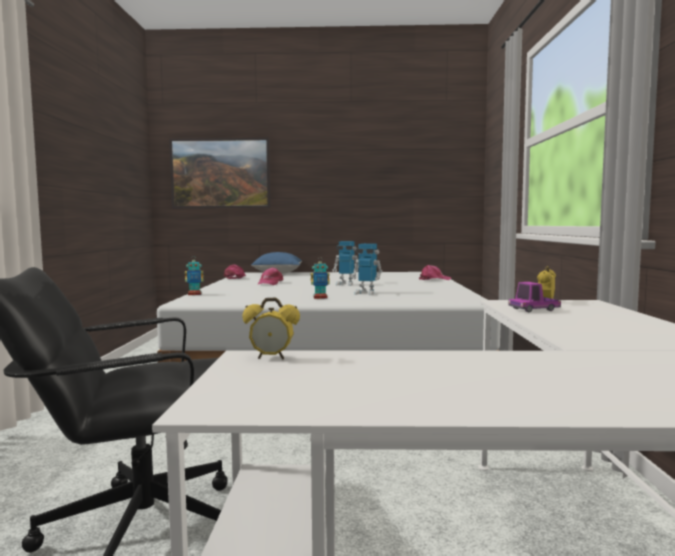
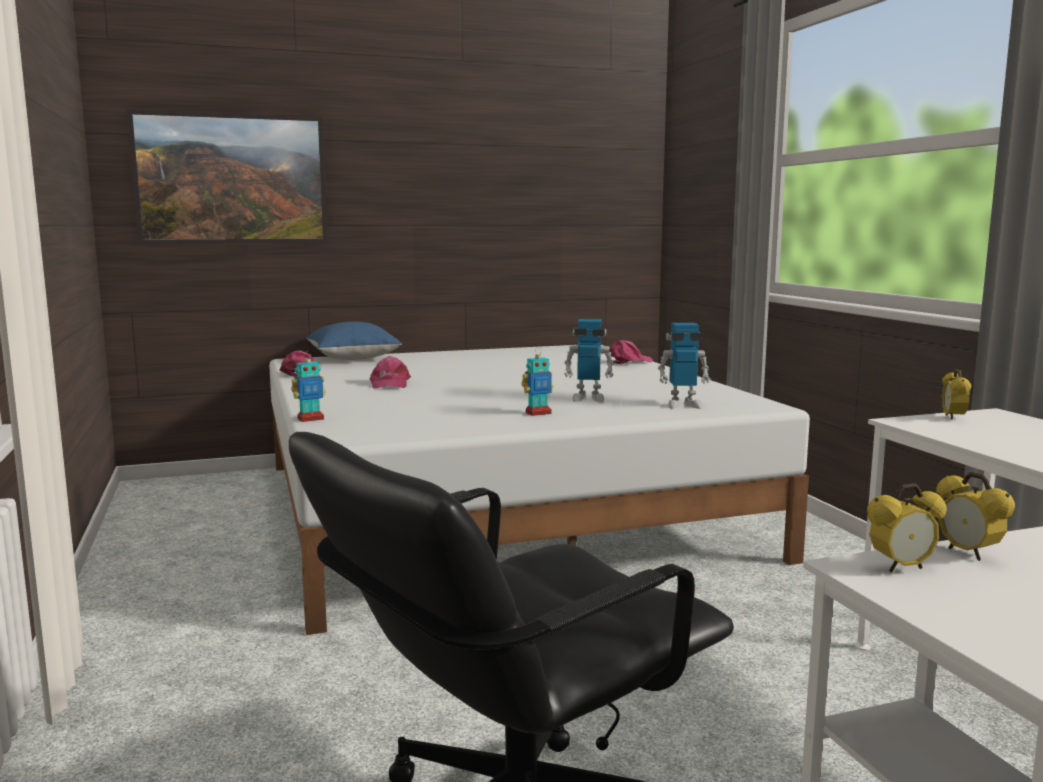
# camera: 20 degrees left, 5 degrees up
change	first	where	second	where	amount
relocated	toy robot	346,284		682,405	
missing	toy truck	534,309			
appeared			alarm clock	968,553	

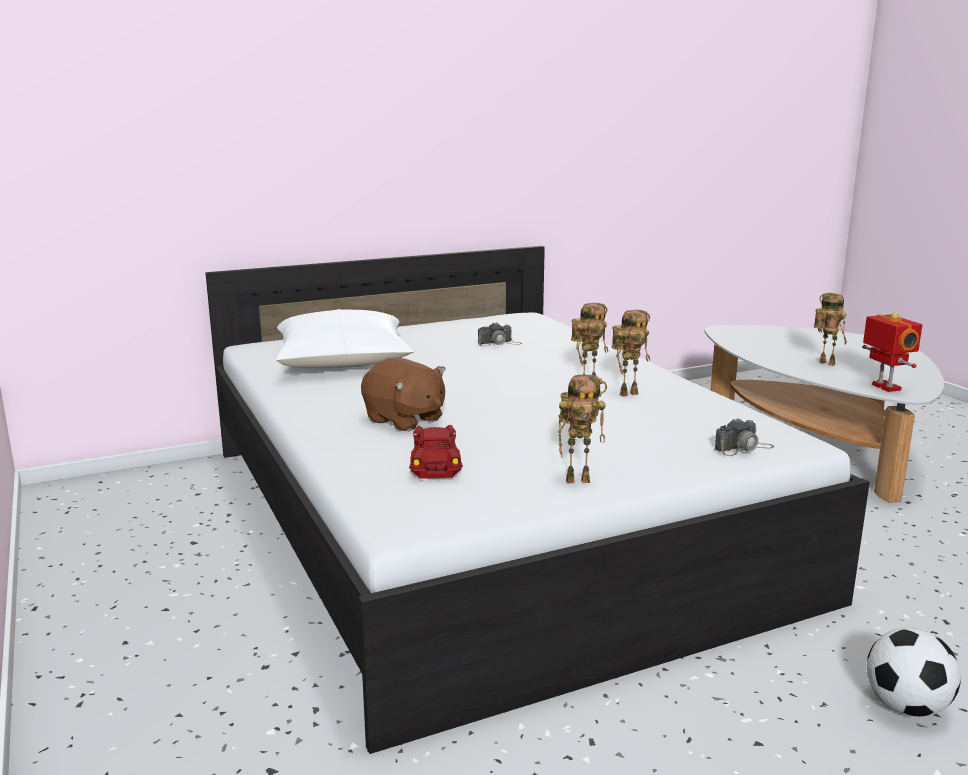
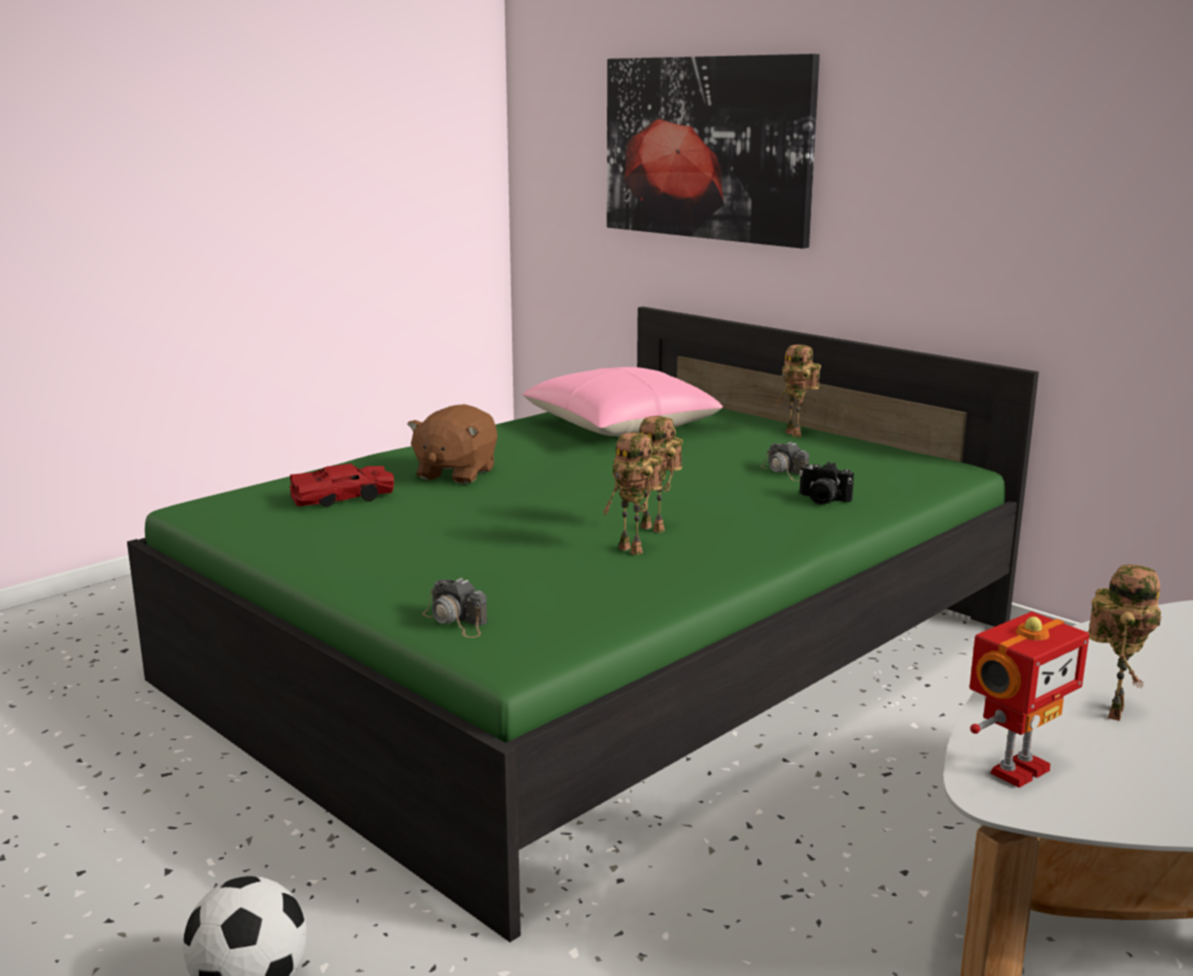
# camera: 70 degrees right, 0 degrees up
change	first	where	second	where	amount
colour	bed (white)	483,518	bed (green)	596,652	
colour	pillow (white)	343,360	pillow (pink)	621,426	
relocated	toy robot	579,480		796,434	
appeared			picture	706,148	
appeared			photo camera	822,500	

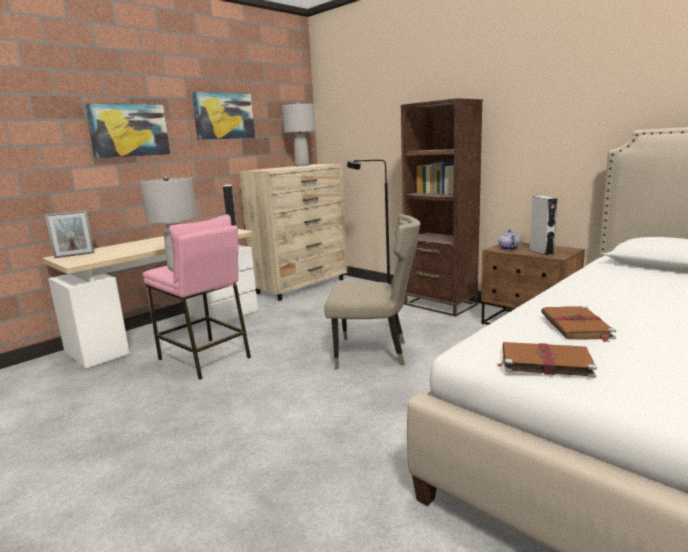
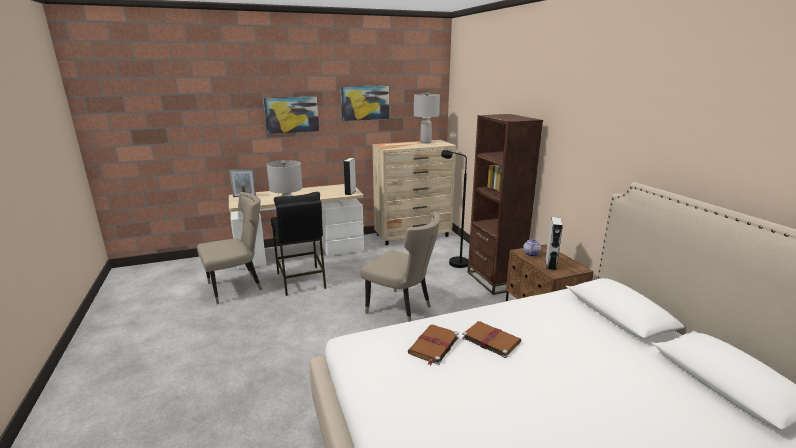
# camera: 25 degrees right, 5 degrees up
change	first	where	second	where	amount
colour	stool (pink)	205,358	stool (black)	301,280	
relocated	book (brown)	544,362		490,340	
appeared			chair (beige)	237,287	

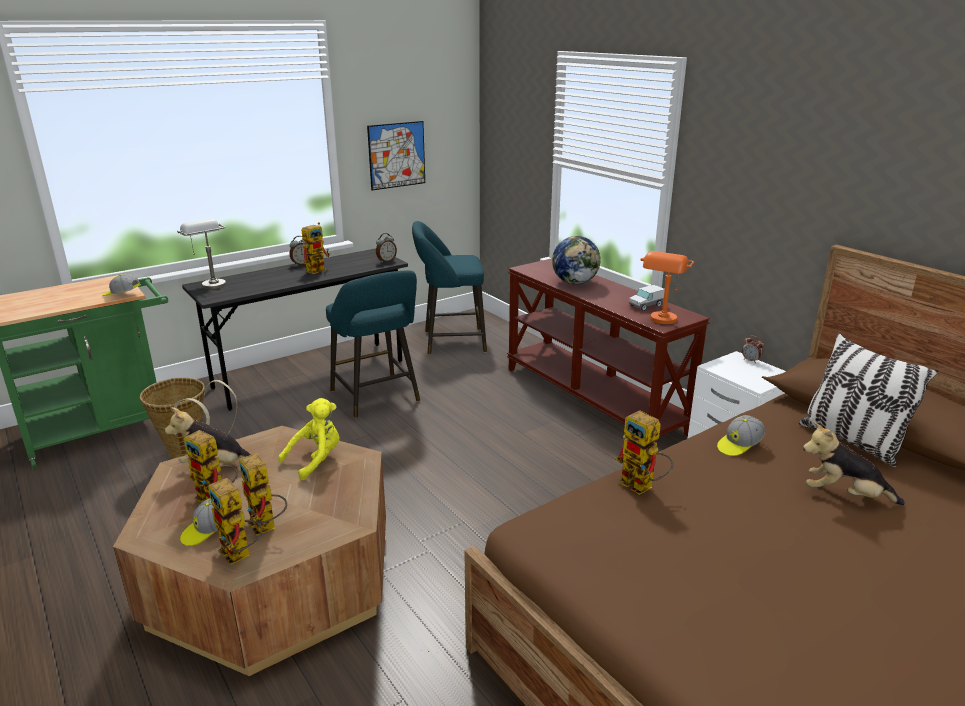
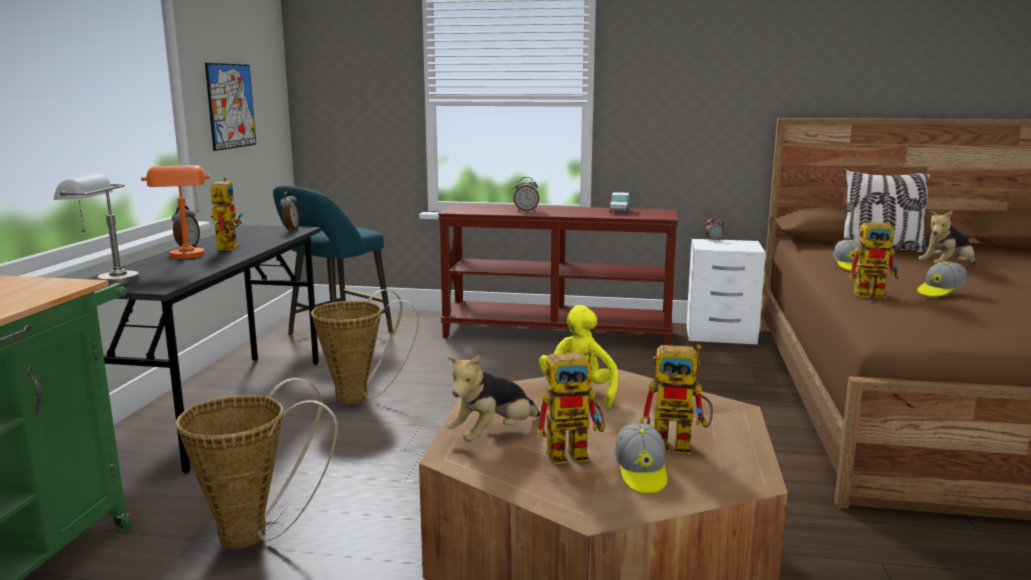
# camera: 45 degrees left, 10 degrees down
change	first	where	second	where	amount
relocated	cap	122,295		940,291	
missing	toy robot	240,555			
exchanged	stool (turquoise)	377,398	basket	360,397	
exchanged	globe	575,283	alarm clock	526,210	
relocated	table lamp (orange)	661,322		187,257	

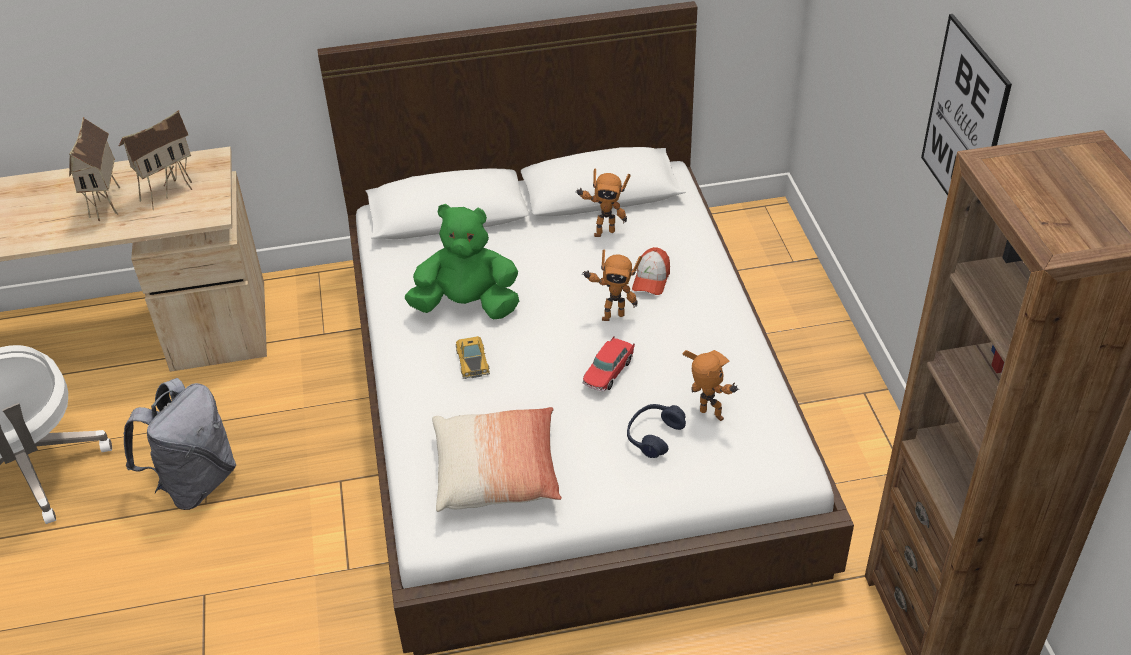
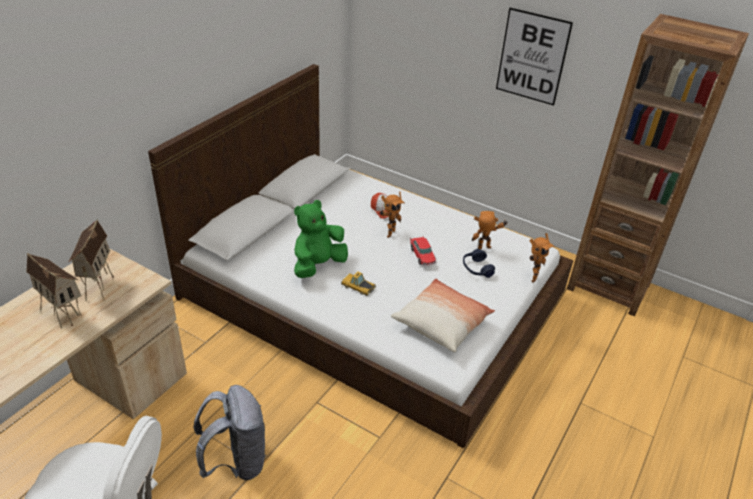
# camera: 50 degrees left, 5 degrees down
change	first	where	second	where	amount
relocated	toy robot	603,232		532,277	

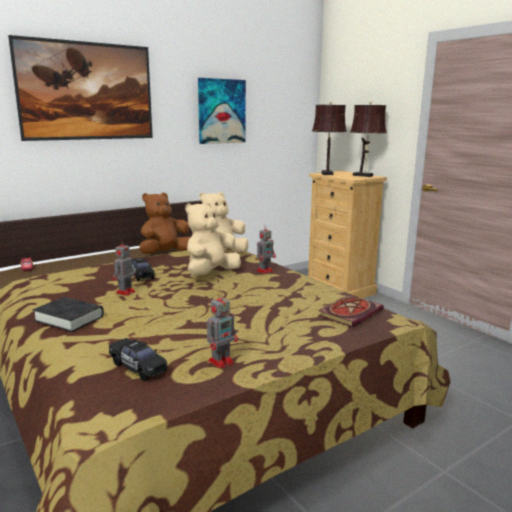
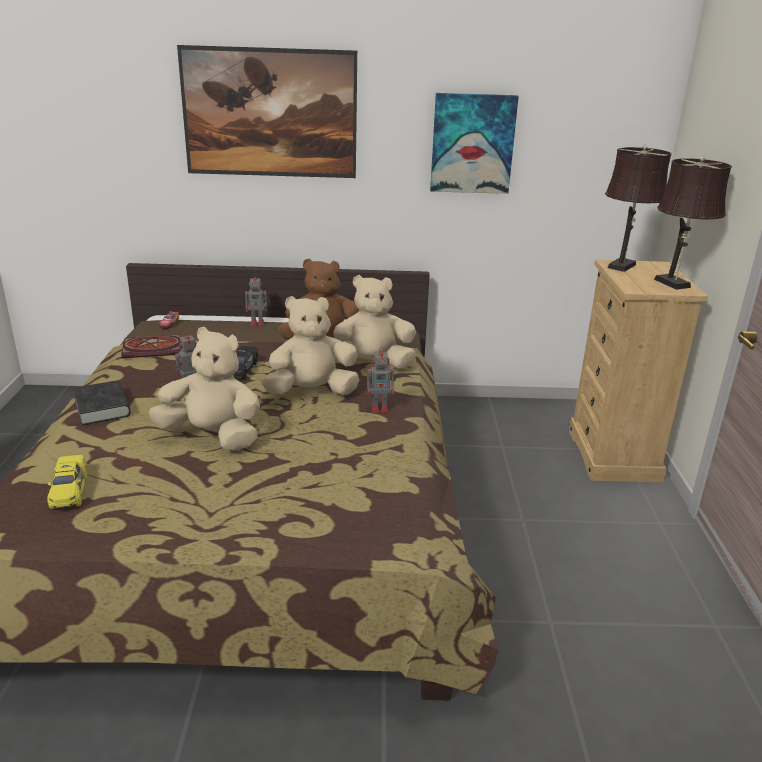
# camera: 35 degrees right, 10 degrees up
change	first	where	second	where	amount
colour	toy car (black)	138,367	toy car (yellow)	69,491	
relocated	toy robot	222,361		258,323	
relocated	book	350,312		154,348	
appeared			plush toy (beige)	212,436	

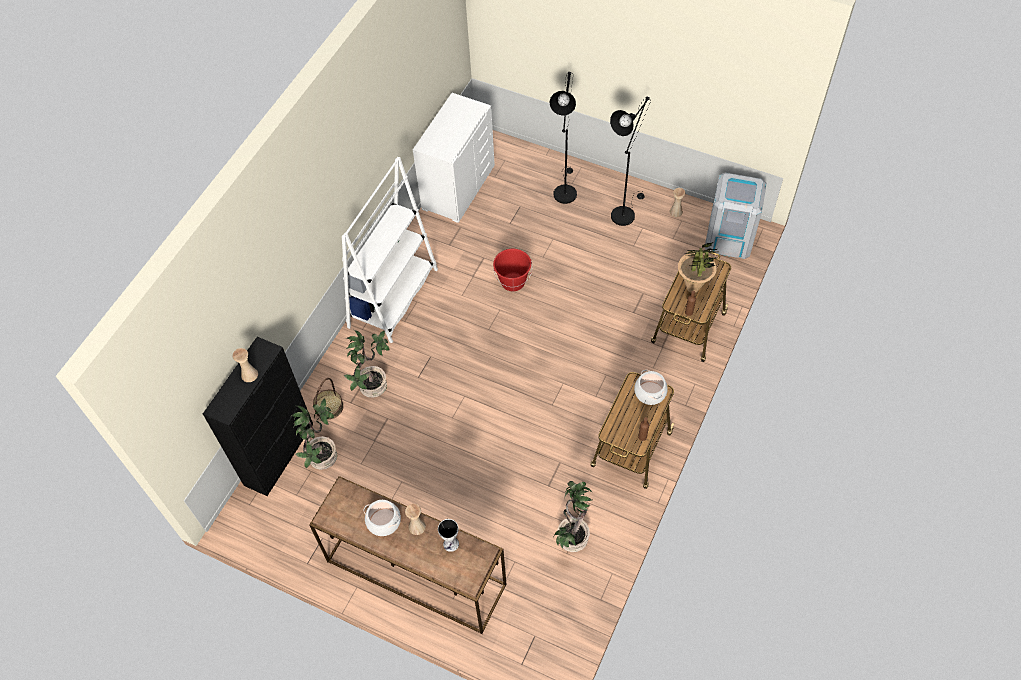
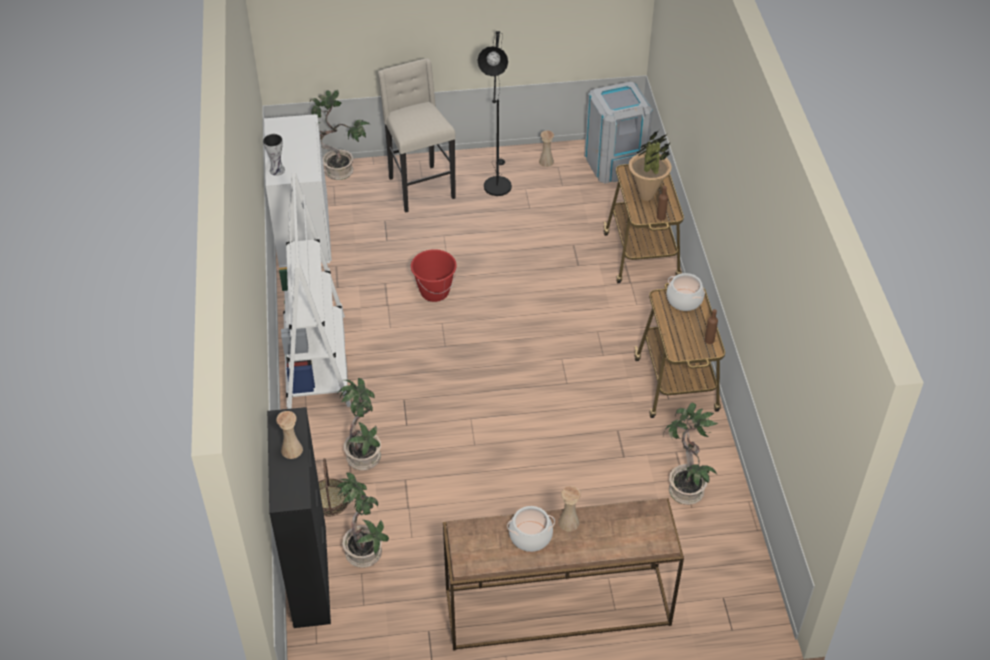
# camera: 35 degrees left, 10 degrees down
change	first	where	second	where	amount
relocated	vase	451,544		278,170	
exchanged	floor lamp (black)	564,190	stool (beige)	419,188	
appeared			potted plant	338,172	

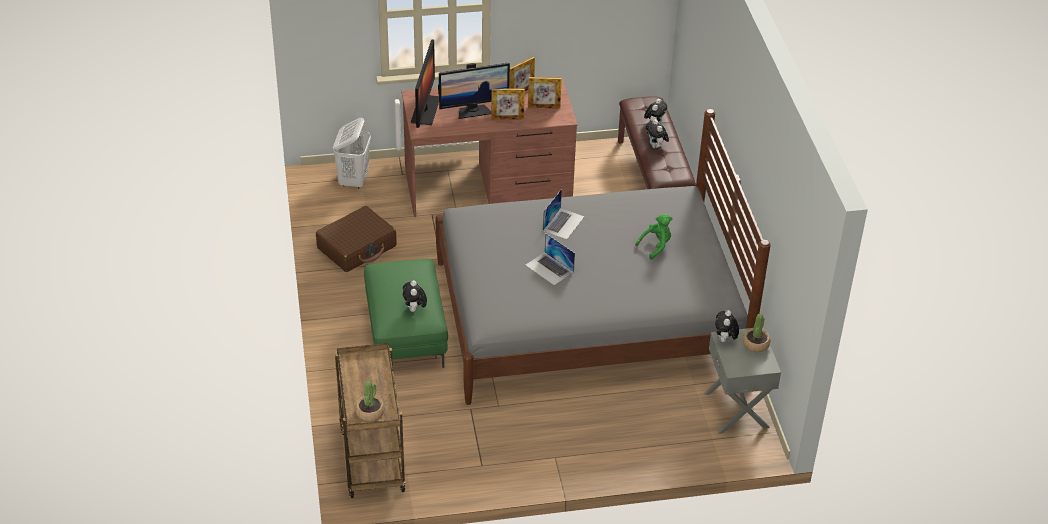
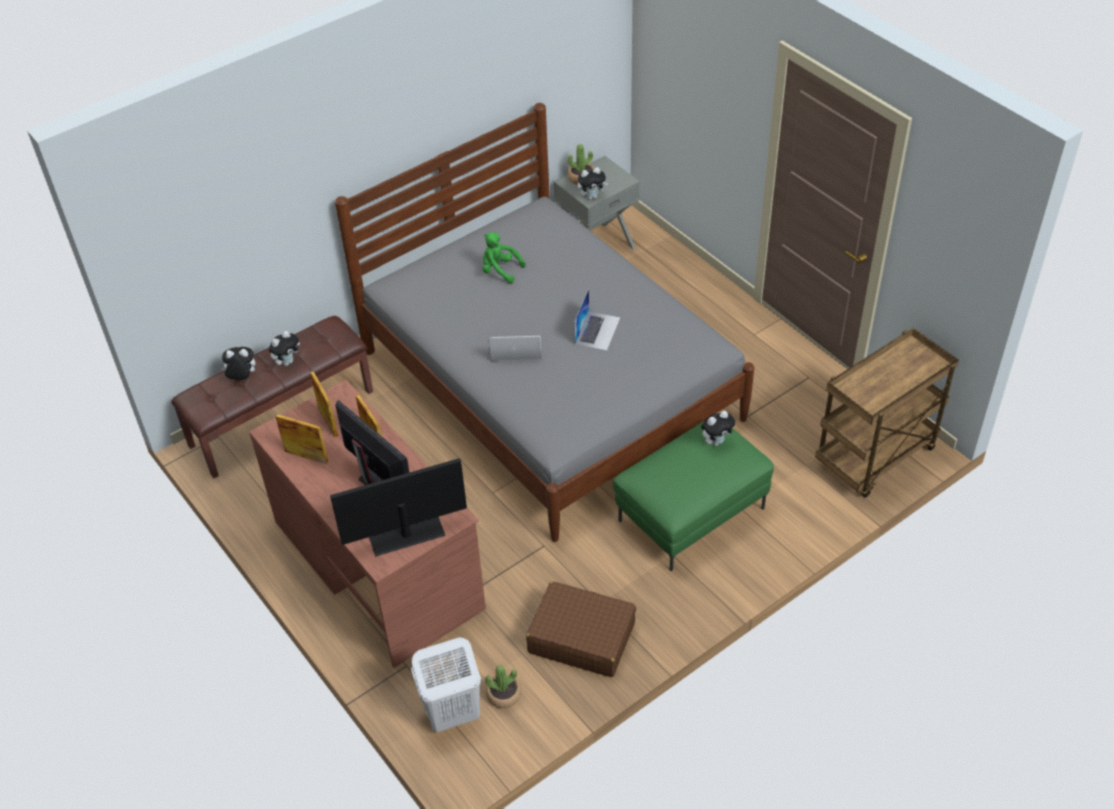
# camera: 115 degrees left, 5 degrees up
change	first	where	second	where	amount
relocated	potted plant	370,412		504,694	

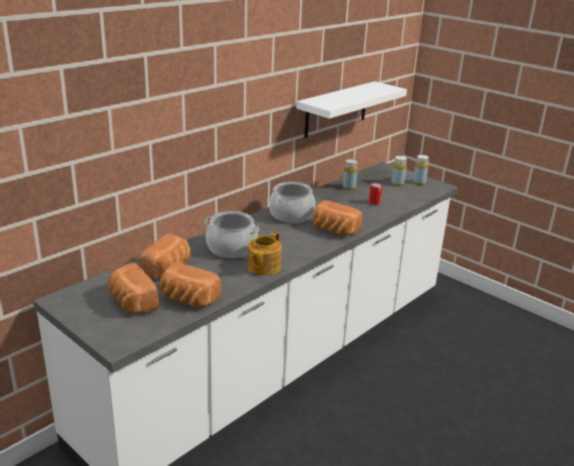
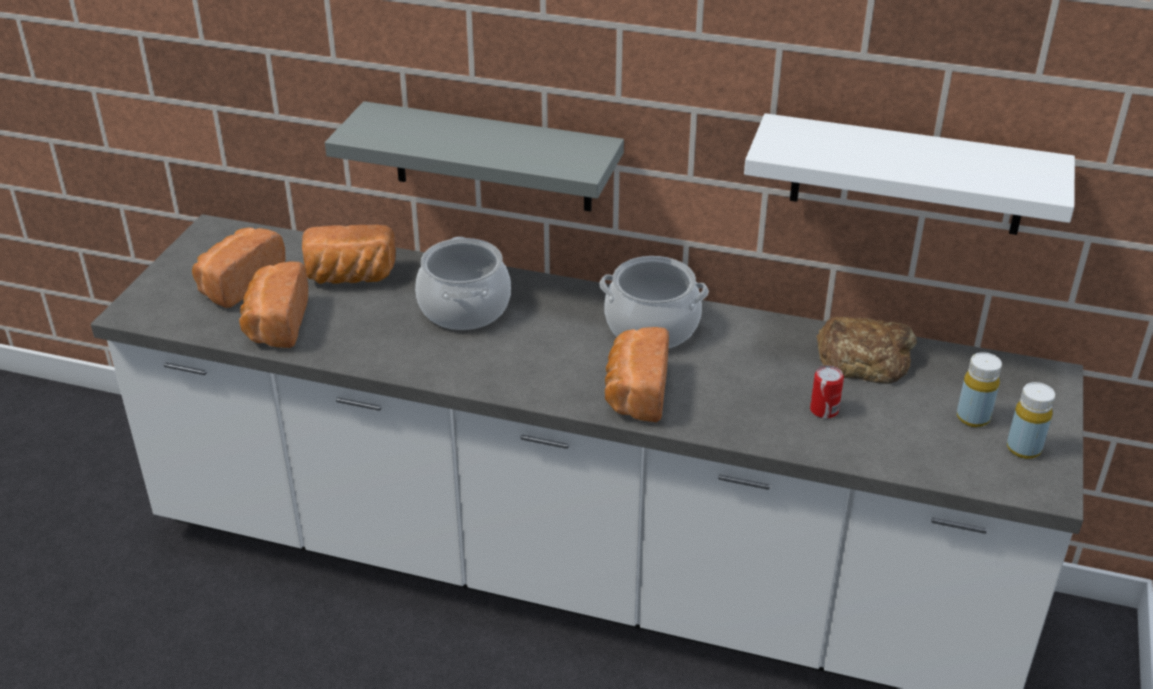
# camera: 65 degrees right, 10 degrees up
change	first	where	second	where	amount
missing	teapot	263,267			
exchanged	bottle (yellow)	349,187	bread	864,357	
appeared			shelf (grey)	492,157	

